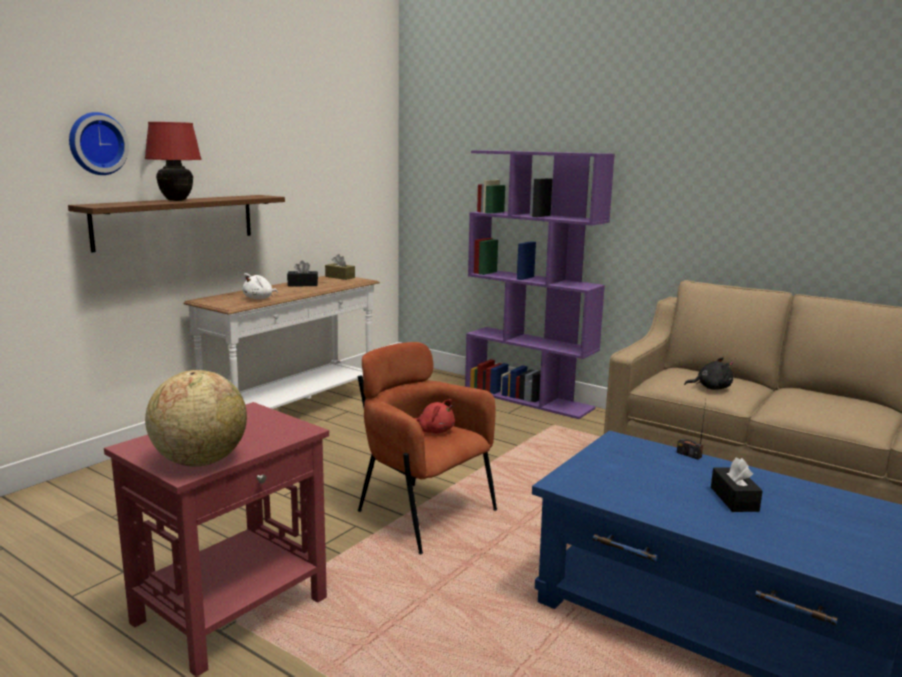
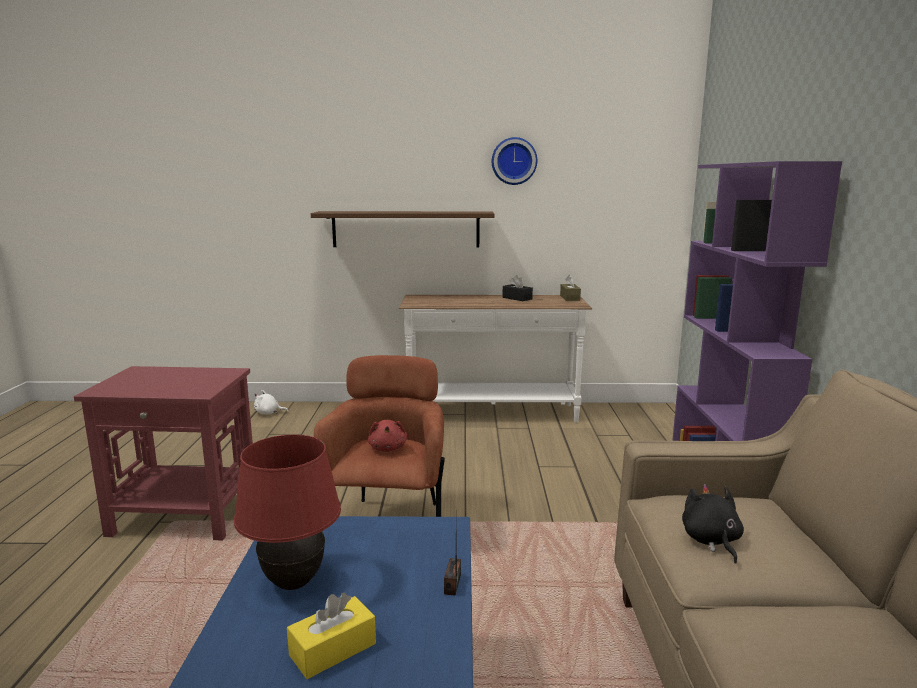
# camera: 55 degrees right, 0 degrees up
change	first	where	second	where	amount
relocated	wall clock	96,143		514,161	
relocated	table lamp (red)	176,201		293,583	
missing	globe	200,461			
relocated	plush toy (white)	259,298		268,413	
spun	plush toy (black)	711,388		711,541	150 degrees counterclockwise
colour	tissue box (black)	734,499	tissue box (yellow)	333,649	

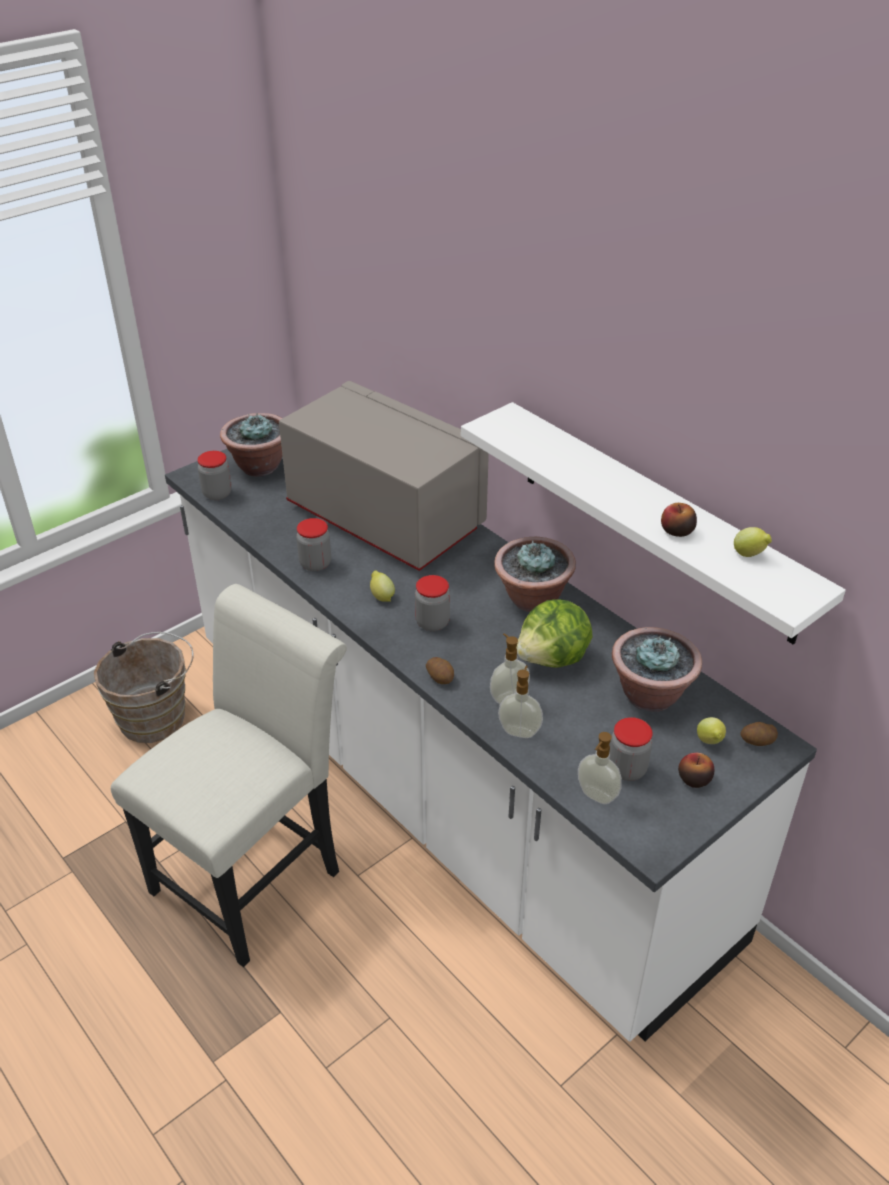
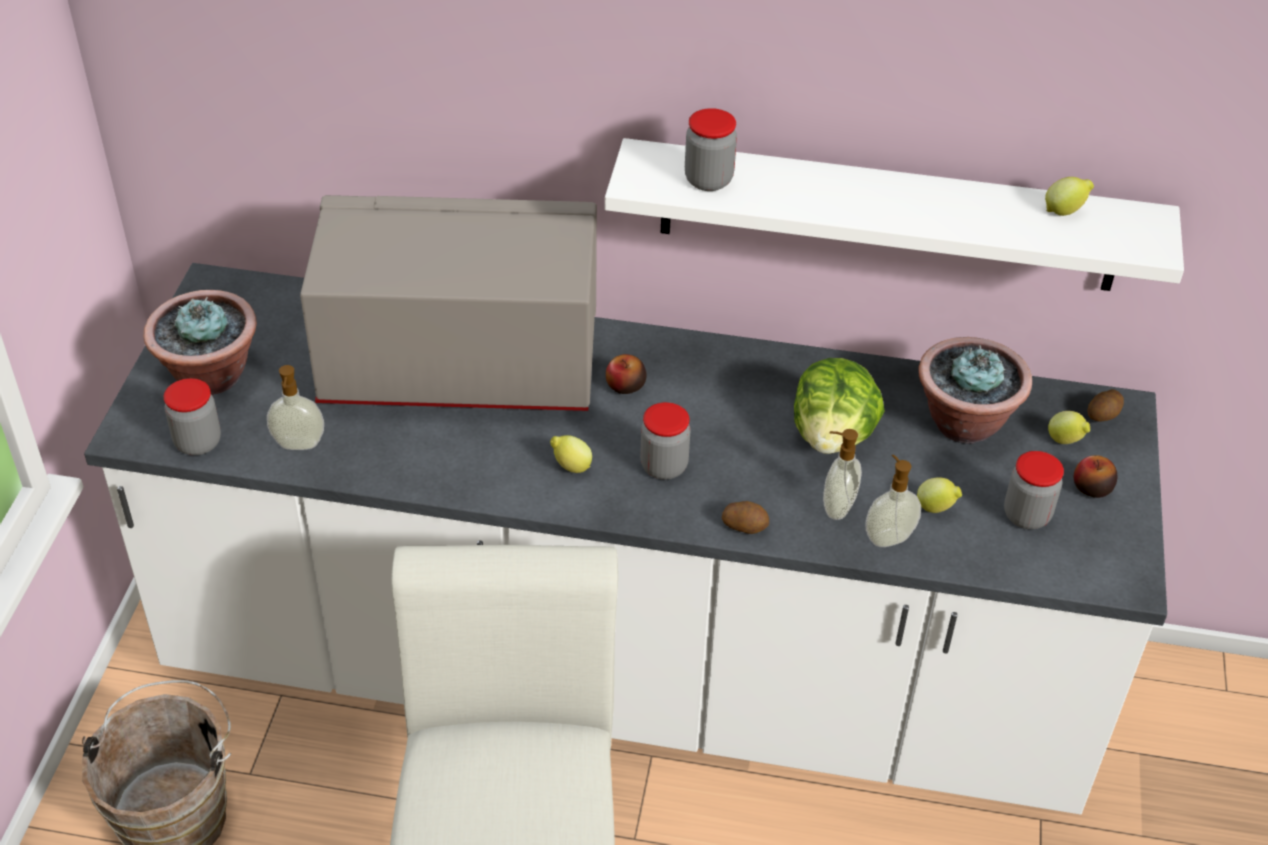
# camera: 40 degrees left, 5 degrees up
change	first	where	second	where	amount
relocated	jar	315,564		708,180	
missing	potted plant	532,599			
relocated	soap dispenser	596,796		299,445	
relocated	apple	676,531		625,386	
appeared			lemon	936,508	

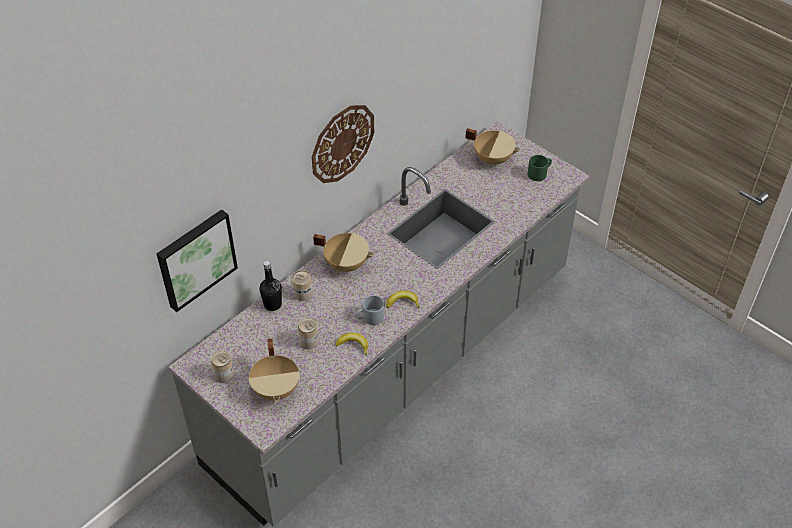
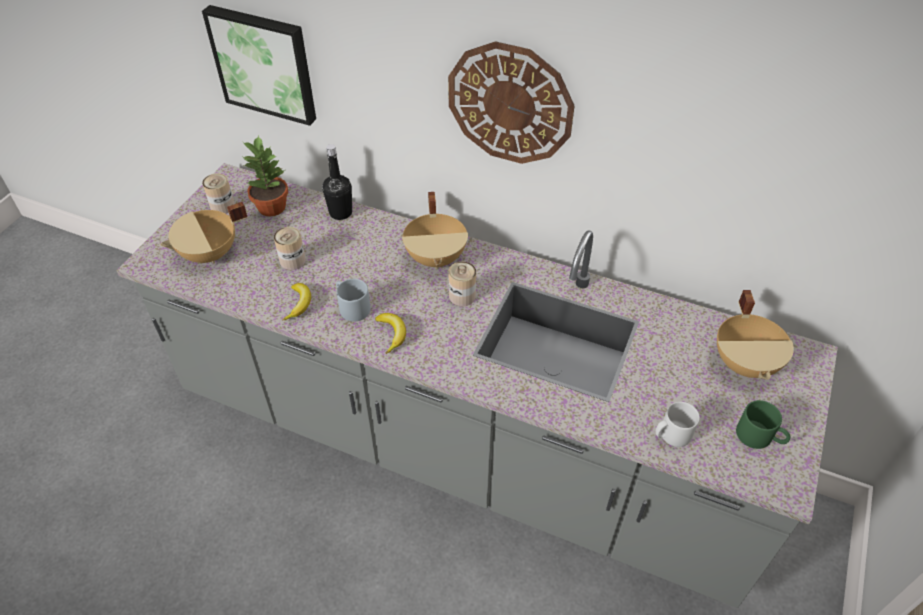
# camera: 70 degrees right, 0 degrees up
change	first	where	second	where	amount
relocated	can	303,293		462,296	
appeared			potted plant	271,206	
appeared			mug (grey)	671,435	

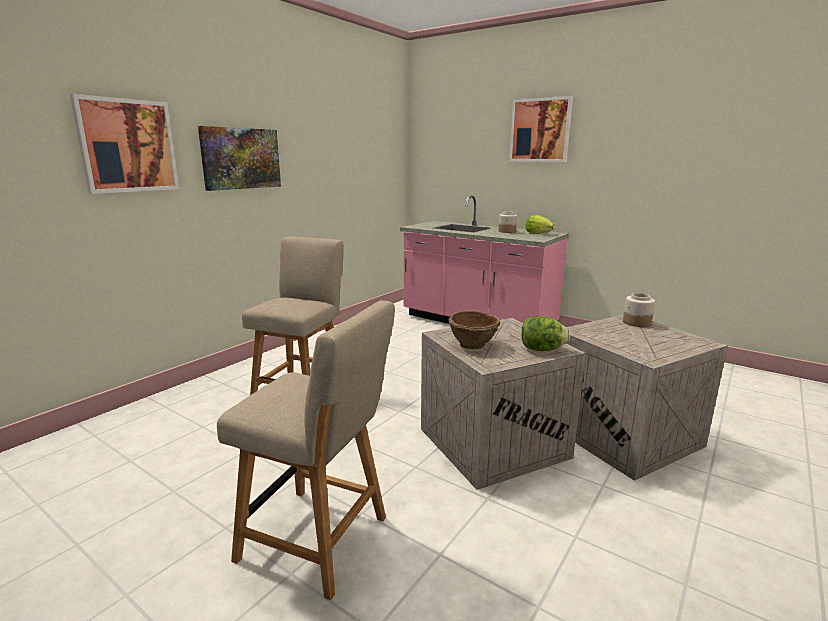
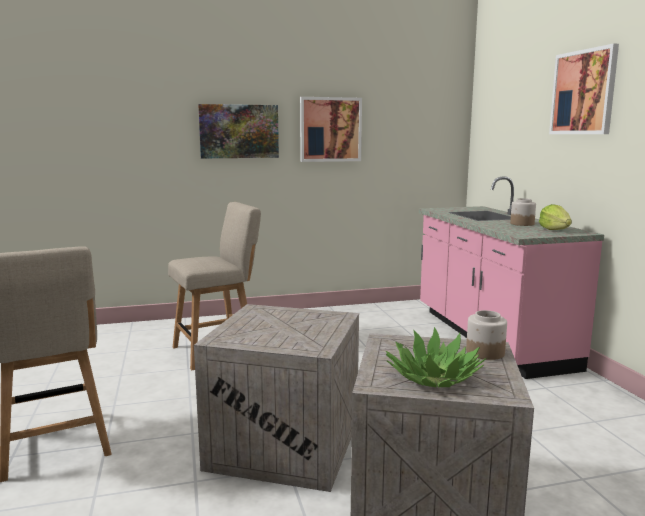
# camera: 40 degrees right, 5 degrees down
change	first	where	second	where	amount
relocated	picture	127,146		330,129	
missing	bowl (brown)	473,345			
missing	lettuce	542,349			
appeared			potted plant	433,377	

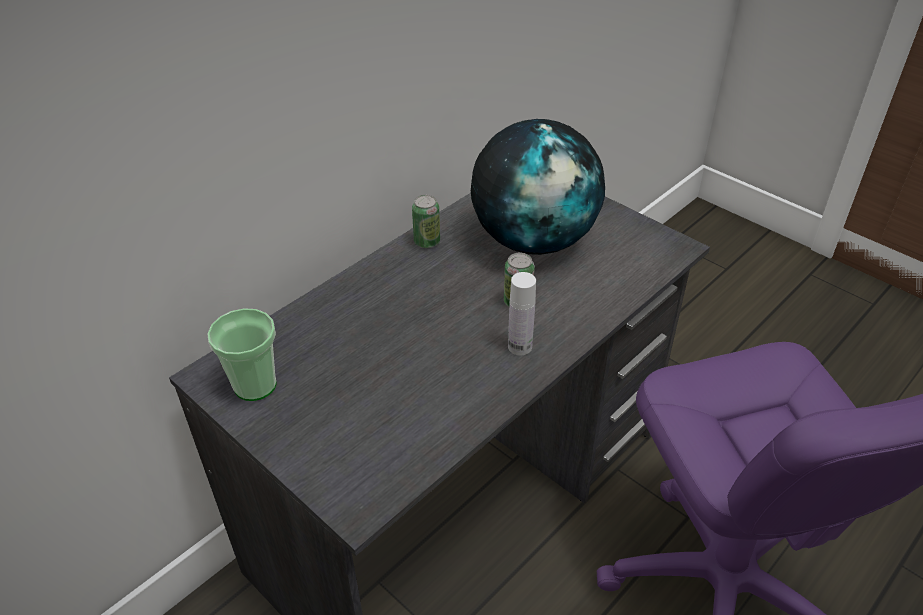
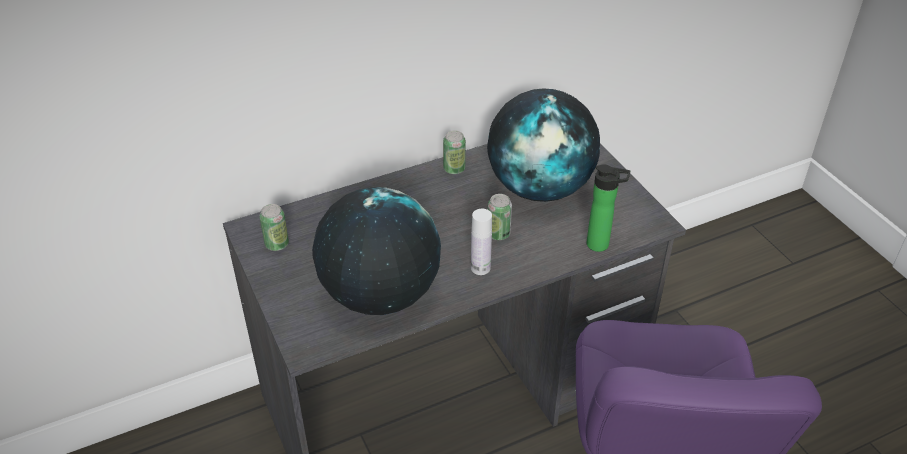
# camera: 20 degrees right, 0 degrees up
change	first	where	second	where	amount
exchanged	cup	255,385	can	277,244	
appeared			globe	379,295	
appeared			bottle	601,245	

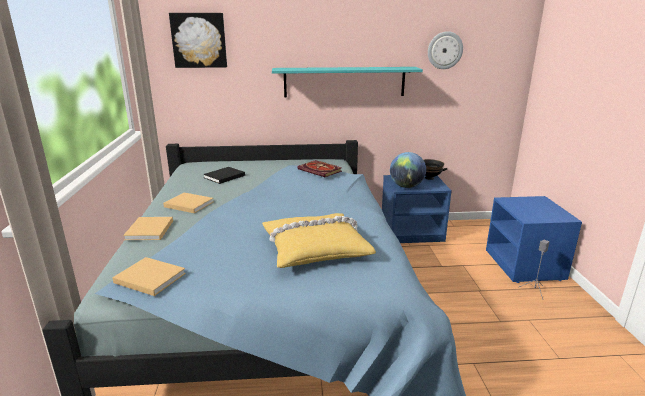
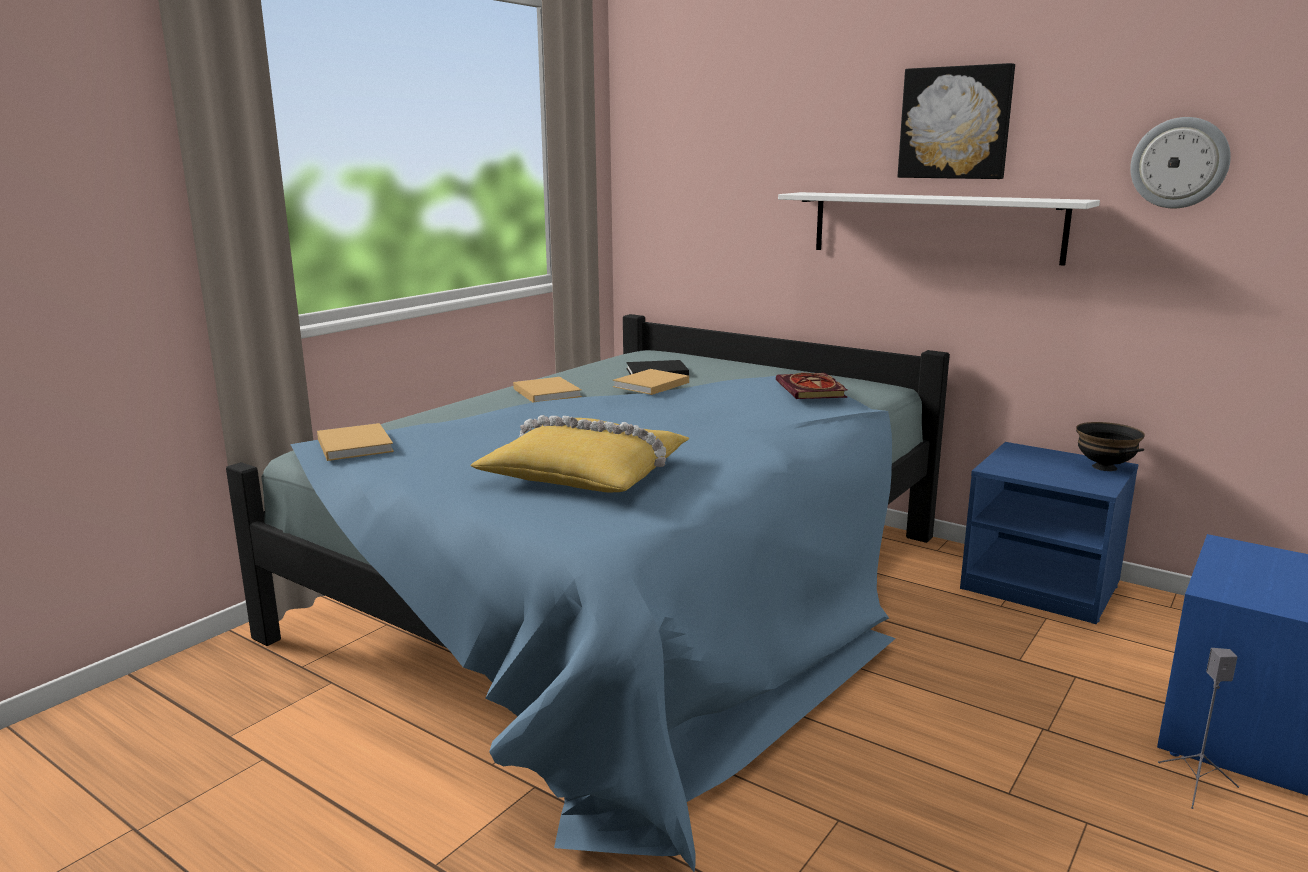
# camera: 40 degrees right, 5 degrees down
change	first	where	second	where	amount
relocated	book (beige)	149,231		649,385	
relocated	picture	199,40		955,123	
colour	shelf (turquoise)	344,82	shelf (white)	934,226	
missing	globe	406,186			

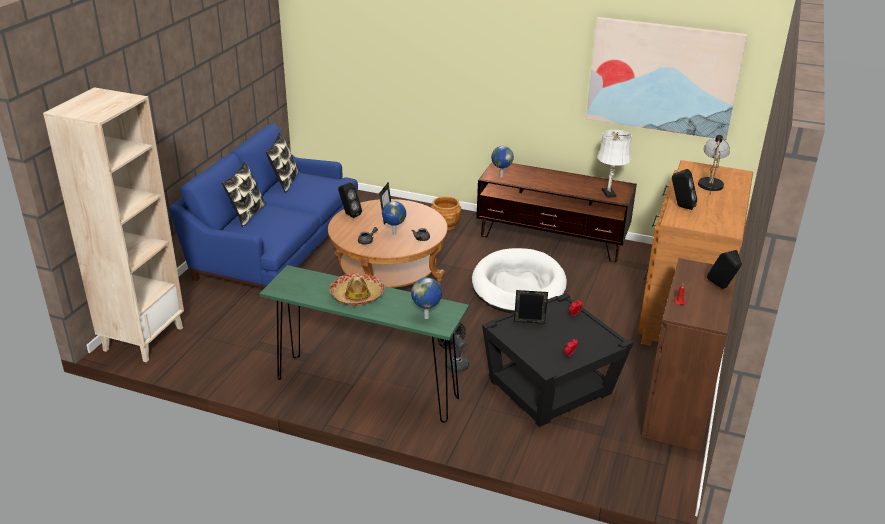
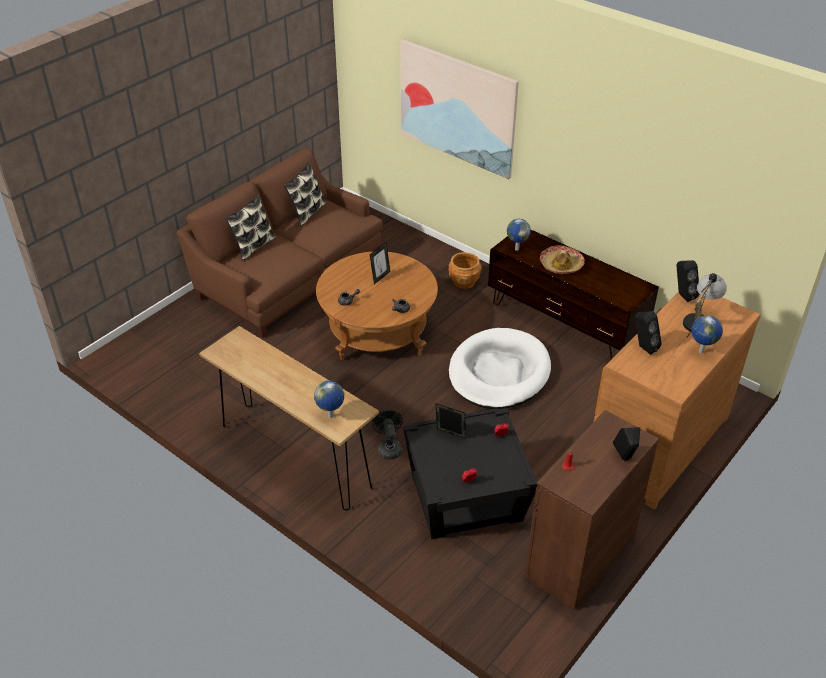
# camera: 20 degrees right, 10 degrees up
change	first	where	second	where	amount
missing	bookcase (beige)	143,338			
colour	sofa (blue)	274,246	sofa (brown)	287,274	
colour	console table (green)	366,389	console table (brown)	295,456	
relocated	hat	357,295		561,265	
relocated	speaker (black)	349,215		682,295	
relocated	globe	393,234		700,351	
relocated	picture	662,78		457,108	
missing	table lamp (white)	609,194			

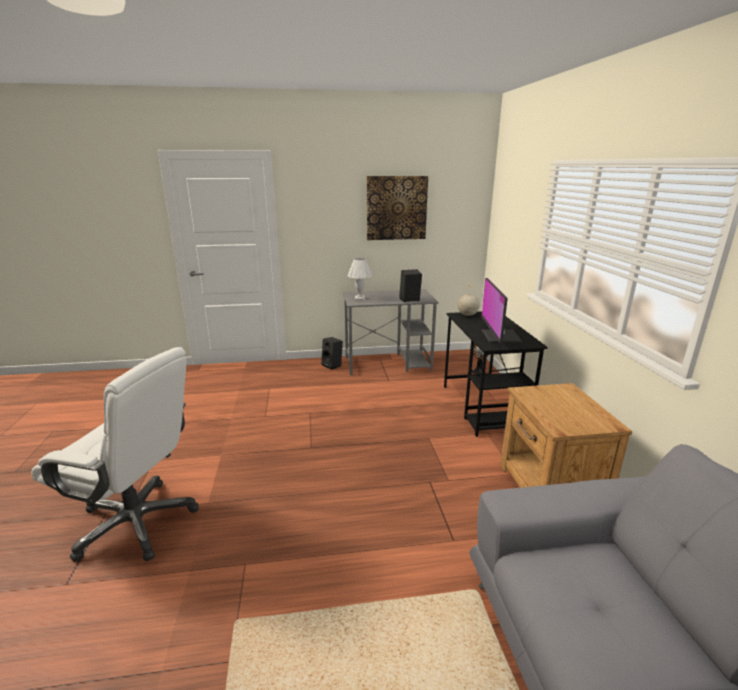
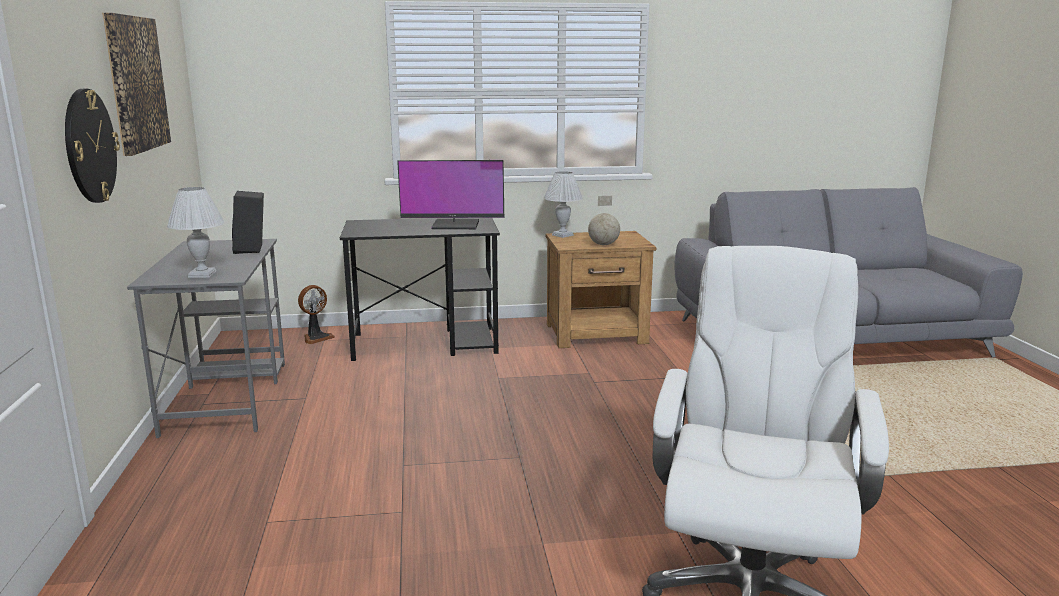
# camera: 90 degrees left, 5 degrees down
change	first	where	second	where	amount
missing	speaker (black)	333,365			
relocated	globe	467,315		604,245	
appeared			wall clock	89,146	
appeared			table lamp (white)	563,235	

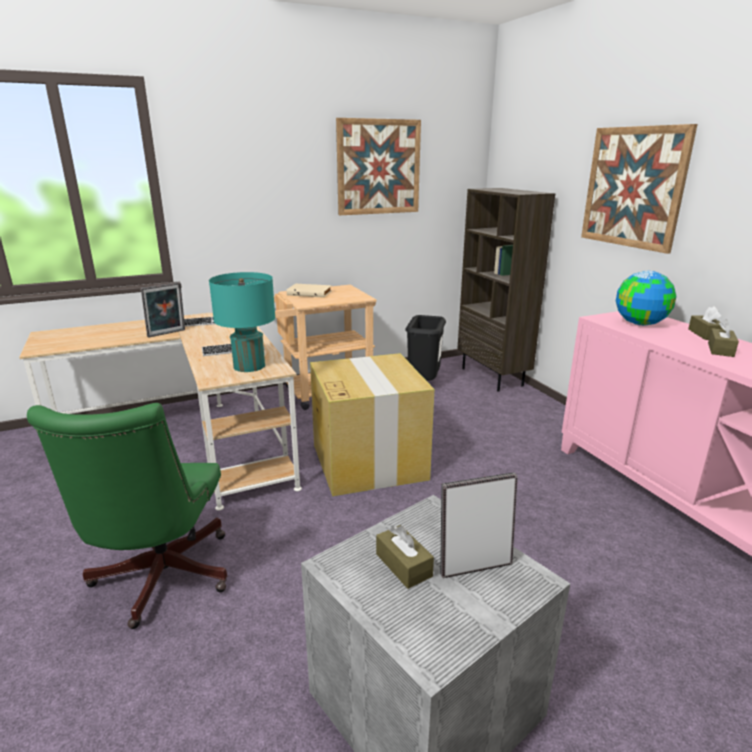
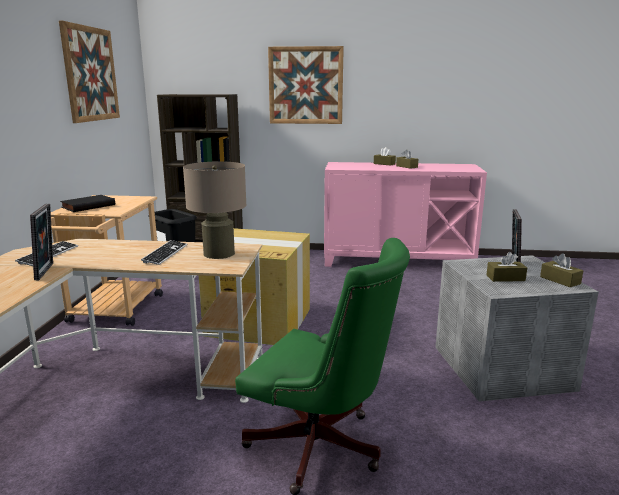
# camera: 60 degrees left, 5 degrees down
change	first	where	second	where	amount
colour	table lamp (turquoise)	249,366	table lamp (beige)	219,253	
colour	book (beige)	310,293	book (black)	88,206	
missing	globe	640,323			
appeared			tissue box (brown)	560,280	

